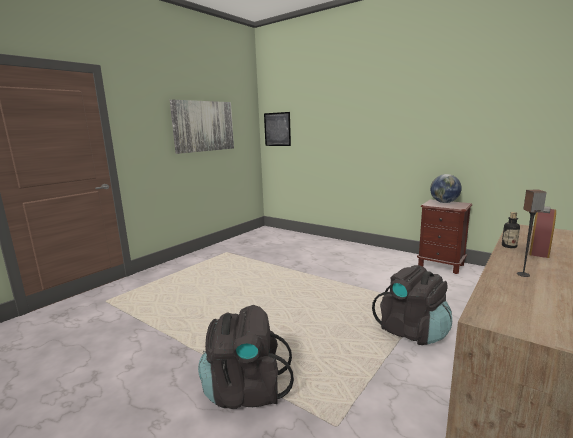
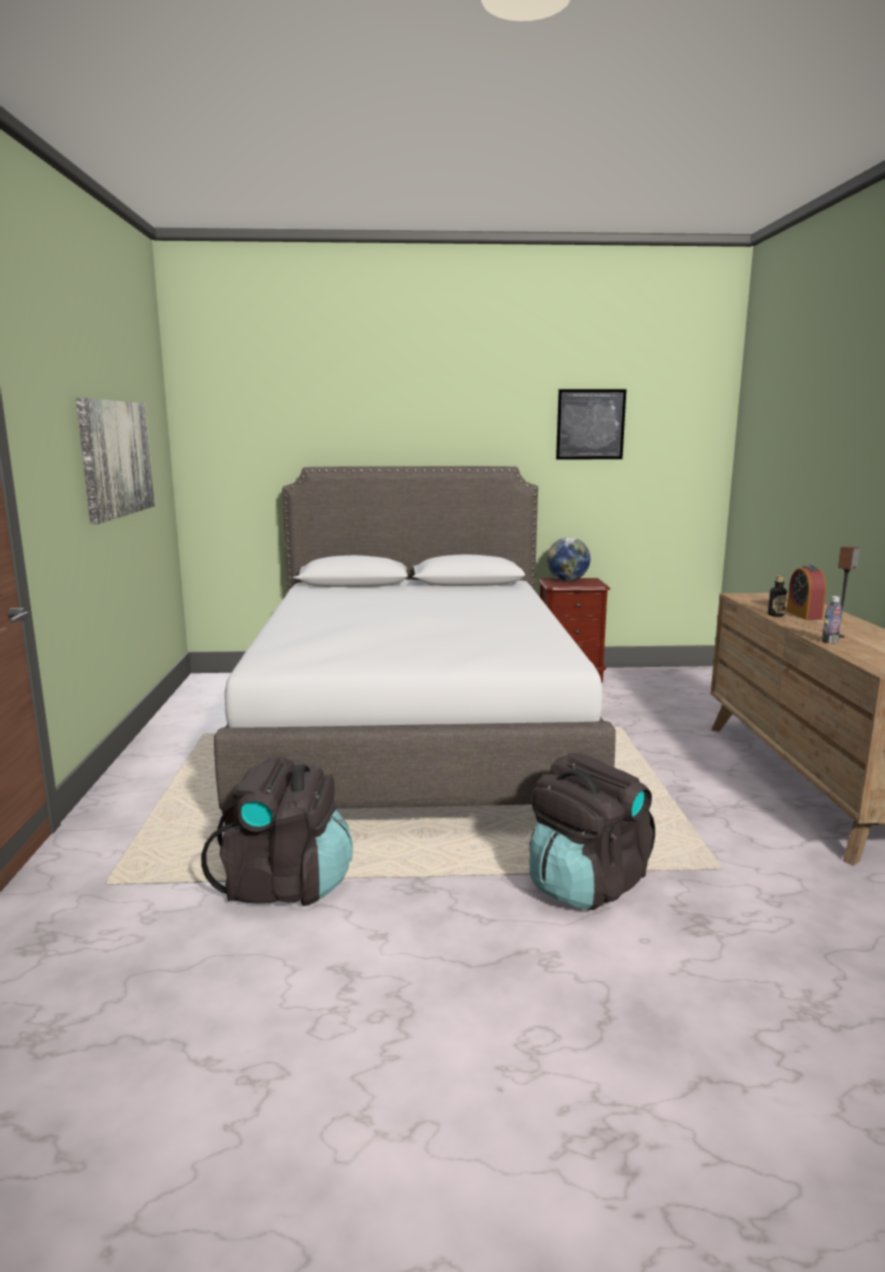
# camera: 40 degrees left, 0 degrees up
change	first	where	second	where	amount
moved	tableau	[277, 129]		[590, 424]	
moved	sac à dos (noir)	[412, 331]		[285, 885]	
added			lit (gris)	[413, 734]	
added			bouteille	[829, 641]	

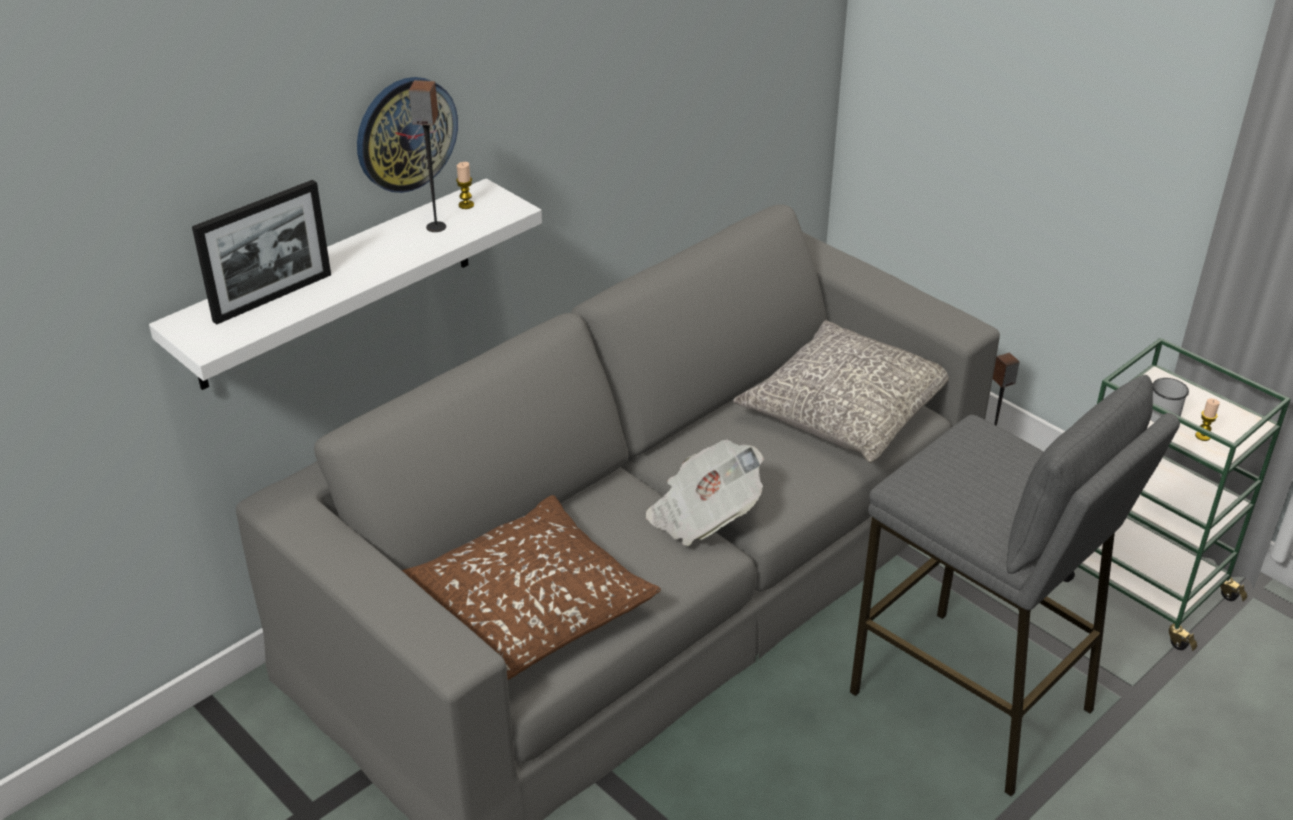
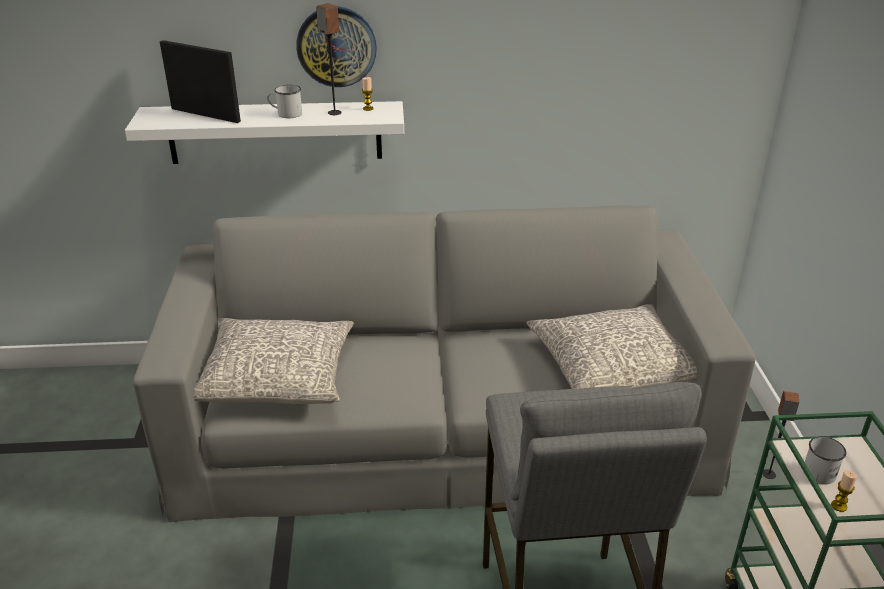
# camera: 40 degrees right, 5 degrees down
change	first	where	second	where	amount
turned	cadre photo	[273, 297]		[205, 115]	150 degrees counterclockwise
recoloured	coussin (marron)	[524, 609]	coussin (gris)	[277, 377]	
removed	journal	[703, 515]			
added			mug (blanc)	[286, 114]	

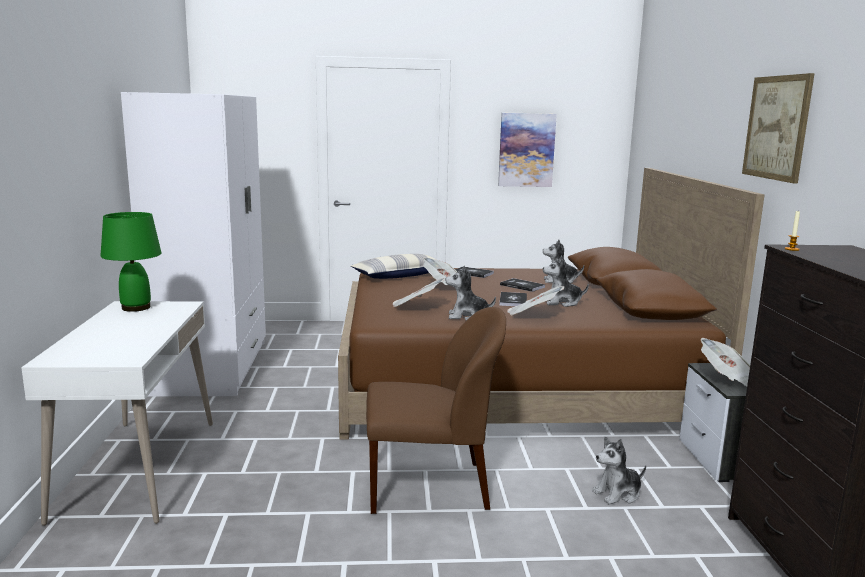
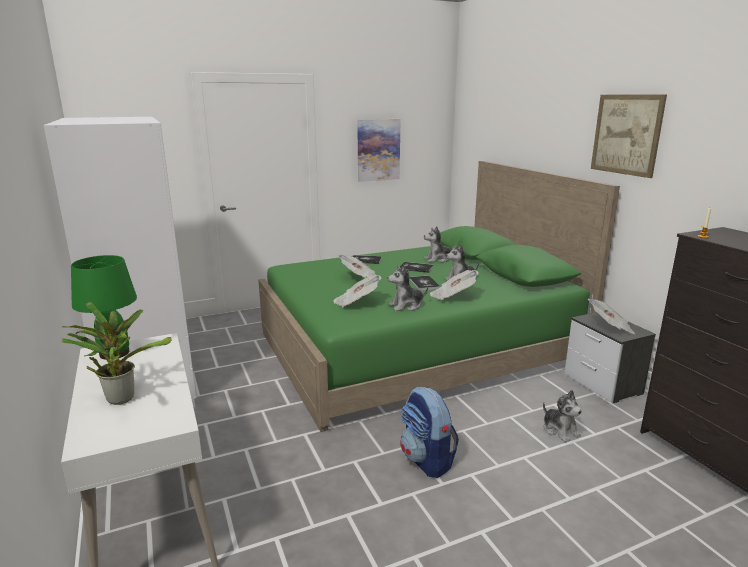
# camera: 20 degrees left, 5 degrees up
change	first	where	second	where	amount
recoloured	lit (marron)	[513, 384]	lit (vert)	[417, 348]	
removed	coussin	[399, 276]			
replaced	chaise (marron)	[430, 487]	sac à dos	[427, 460]	
turned	peluche	[618, 493]		[560, 430]	75 degrees counterclockwise
added			plante en pot	[120, 397]	

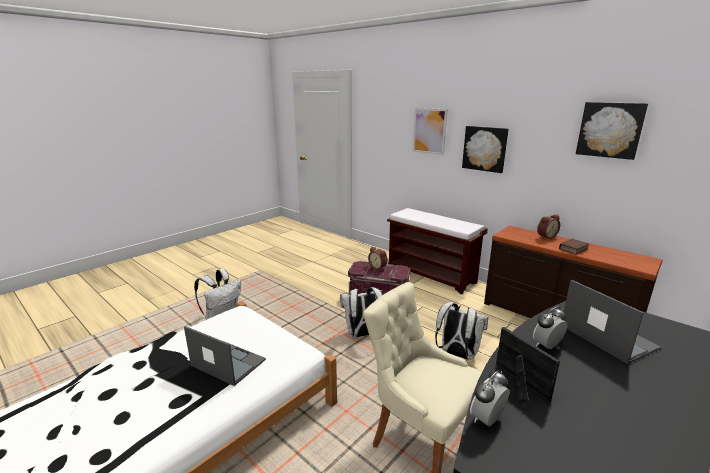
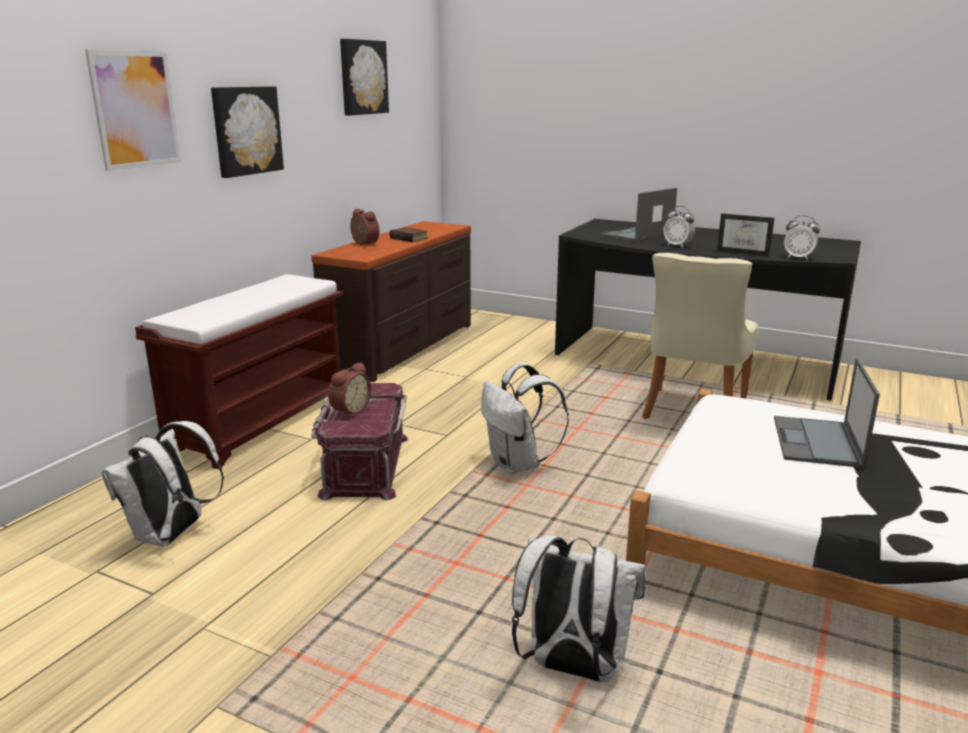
# camera: 105 degrees left, 0 degrees up
change	first	where	second	where	amount
moved	sac à dos (blanc)	[457, 354]		[171, 535]	
turned	cadre photo	[516, 383]		[745, 252]	105 degrees counterclockwise

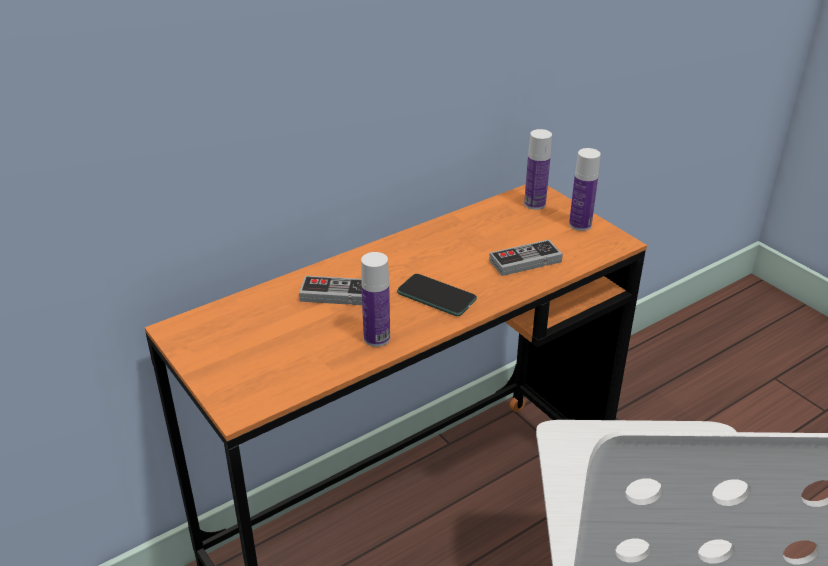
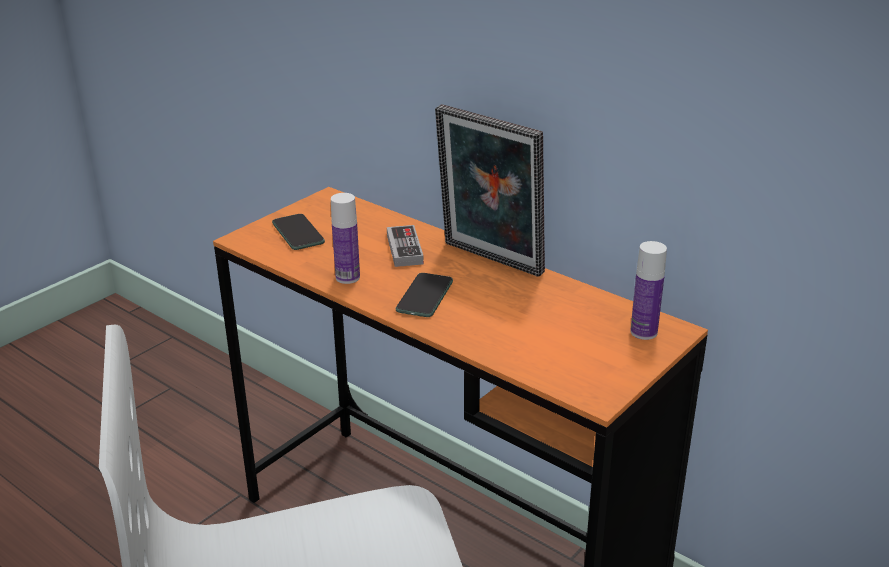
# camera: 75 degrees right, 5 degrees down
change	first	where	second	where	amount
removed	manette	[525, 261]			
removed	bouteille	[580, 225]			
added			téléphone	[298, 233]	
added			cadre photo	[489, 260]	

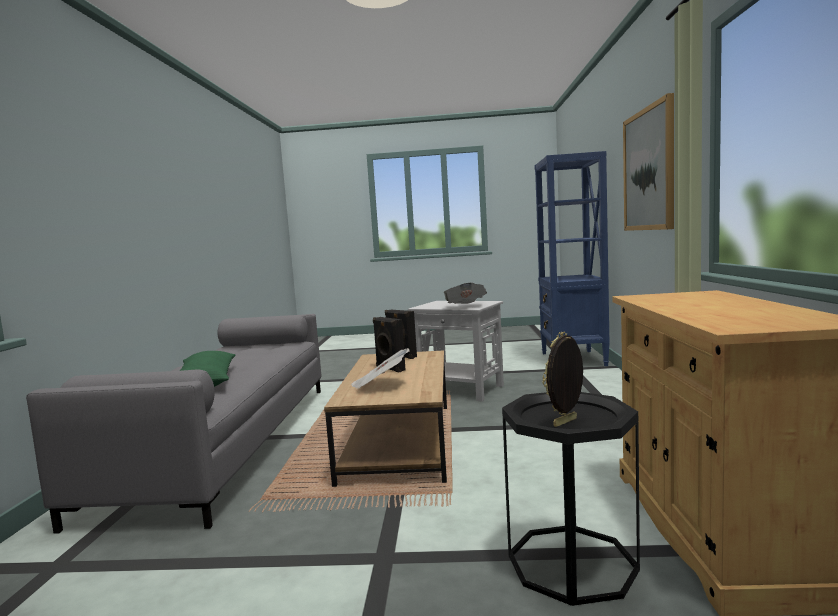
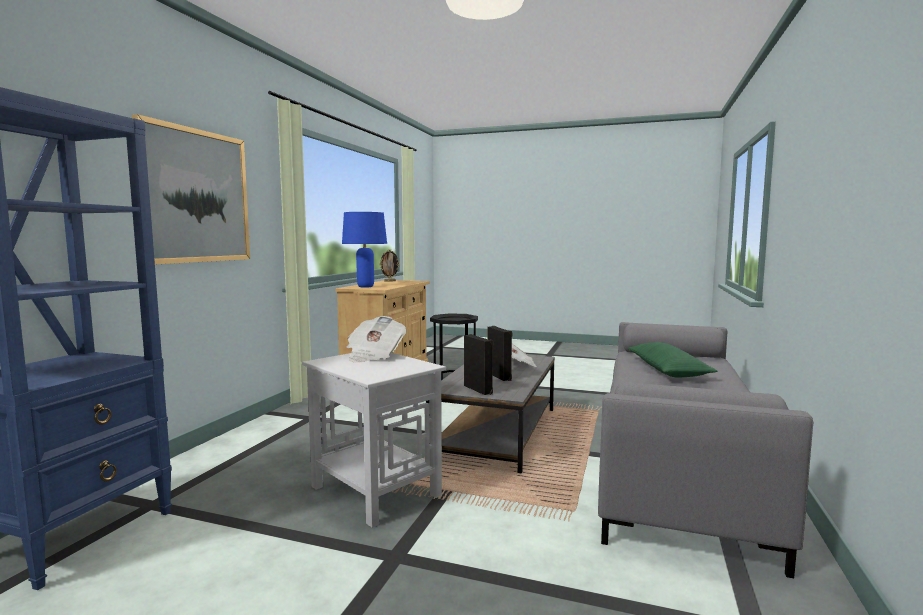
# camera: 165 degrees left, 0 degrees up
change	first	where	second	where	amount
recoloured	table basse (marron)	[398, 441]	table basse (gris)	[498, 432]	
moved	cadre photo	[566, 423]		[389, 281]	
added			lampe de table (bleu)	[365, 286]	

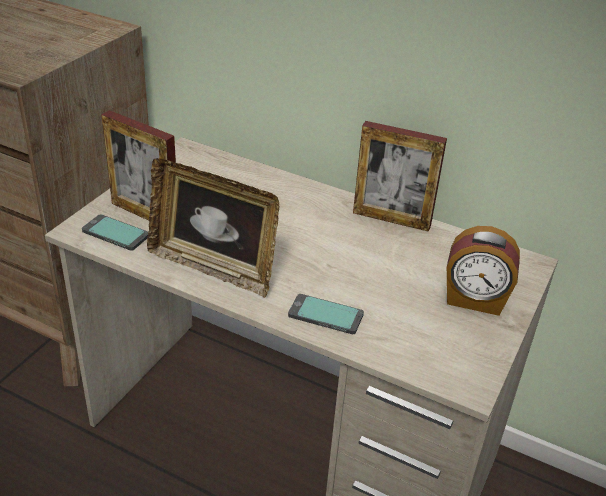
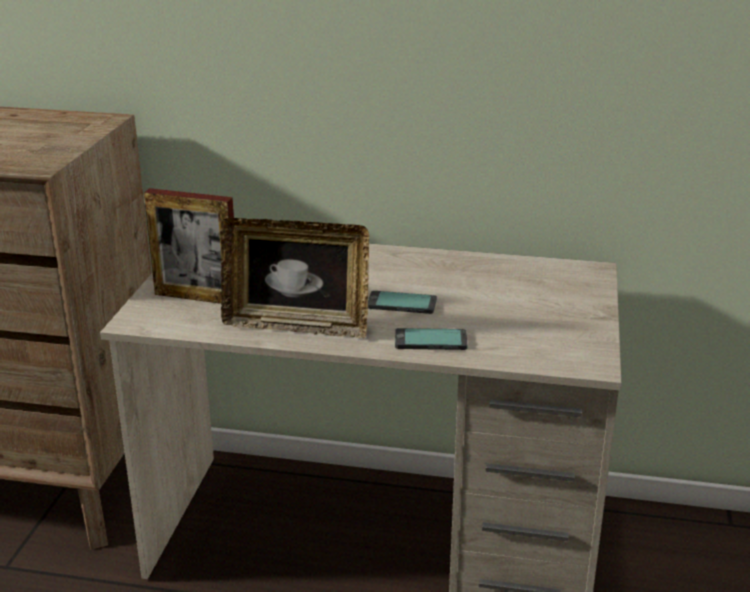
# camera: 15 degrees left, 10 degrees down
change	first	where	second	where	amount
moved	téléphone	[115, 234]		[401, 304]	
removed	cadre photo	[391, 219]			
removed	réveil	[474, 300]			

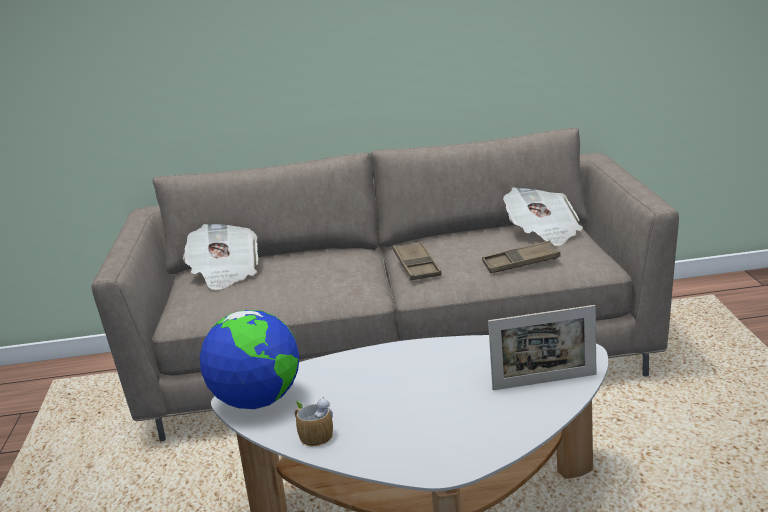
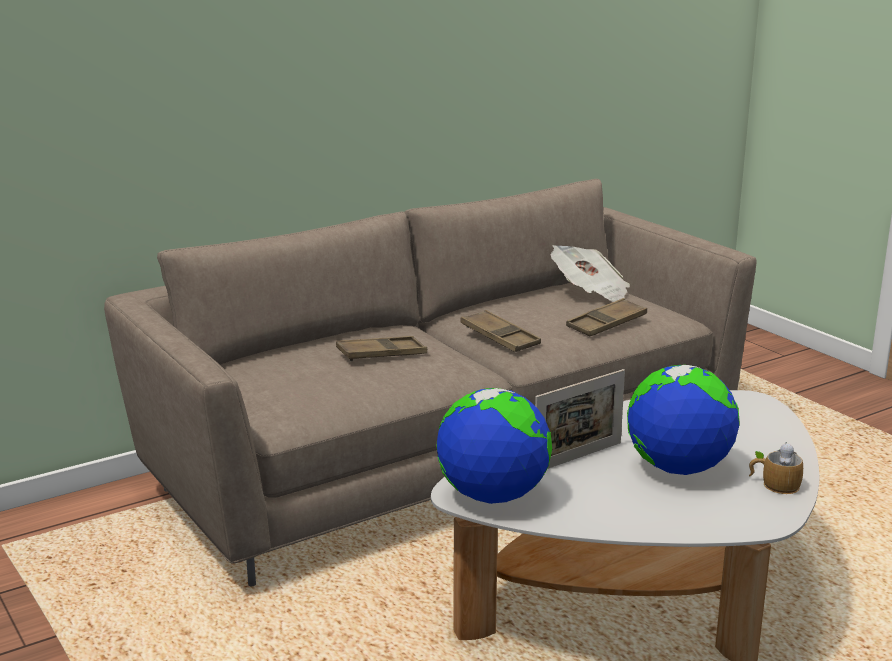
# camera: 30 degrees left, 0 degrees up
change	first	where	second	where	amount
removed	journal	[224, 274]			
moved	mug	[313, 434]		[774, 484]	
moved	cadre photo	[544, 382]		[578, 457]	
added			plateau (marron)	[381, 354]	
added			globe	[678, 468]	

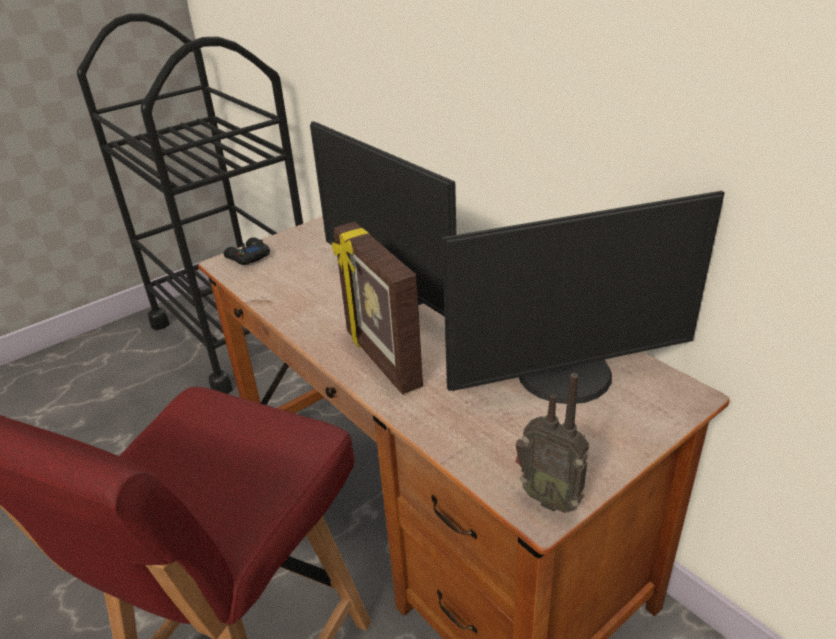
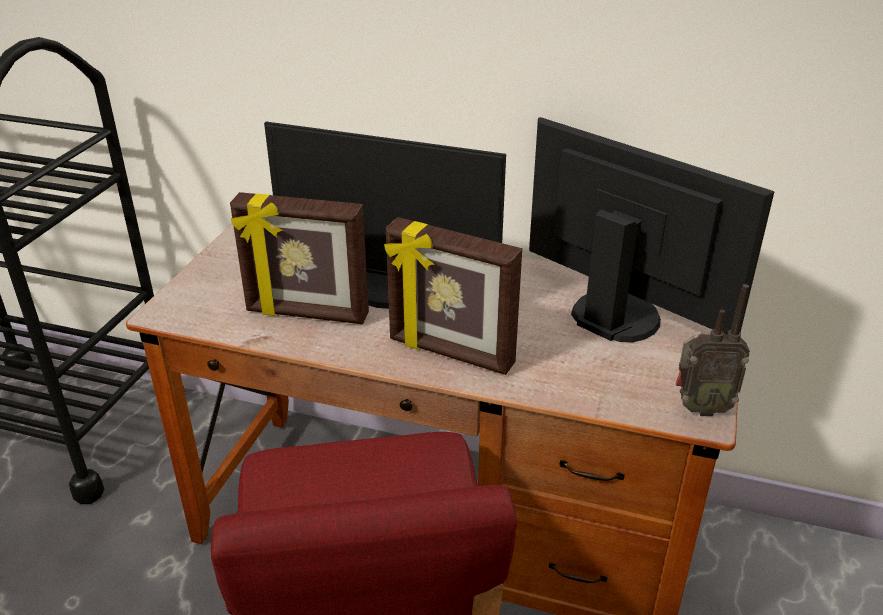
# camera: 35 degrees left, 0 degrees up
change	first	where	second	where	amount
removed	manette (noir)	[247, 257]			
turned	écran d'ordinateur	[567, 377]		[618, 314]	90 degrees counterclockwise
added			cadre photo	[307, 314]	

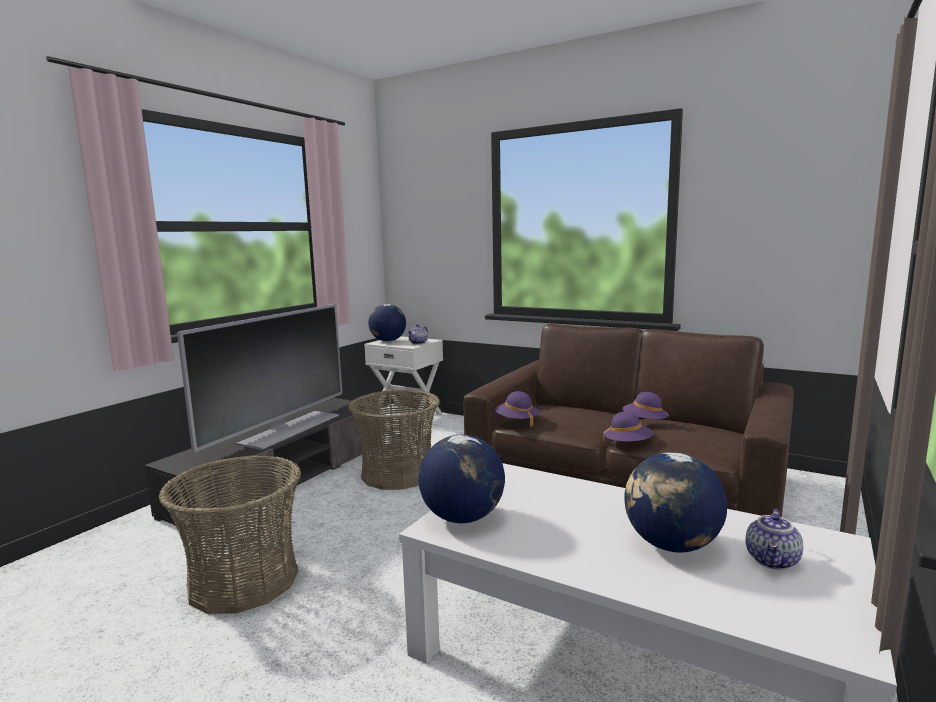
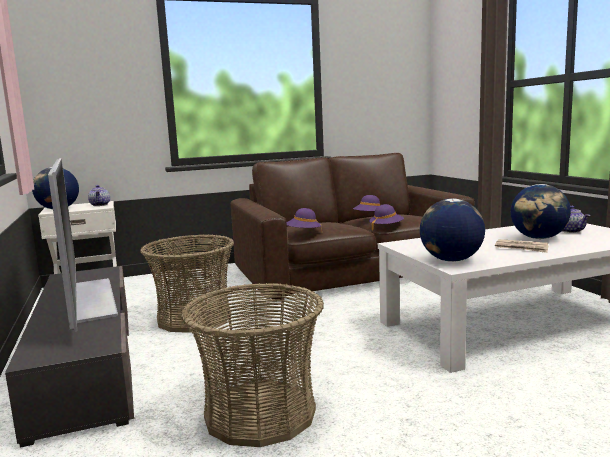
# camera: 50 degrees left, 0 degrees up
change	first	where	second	where	amount
added			journal	[521, 248]	

